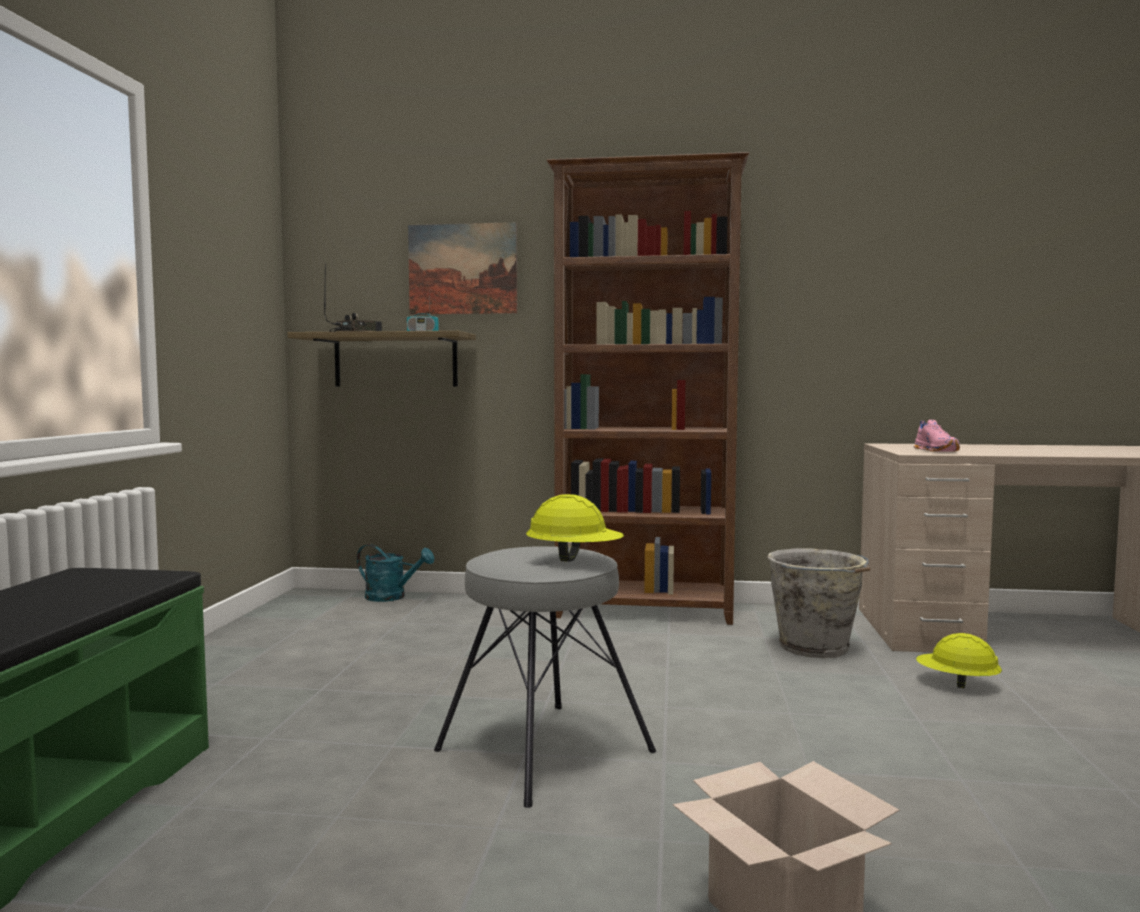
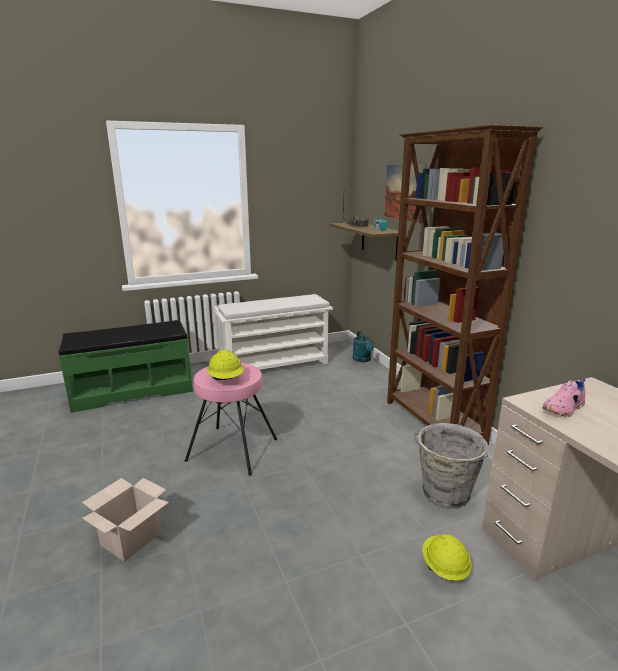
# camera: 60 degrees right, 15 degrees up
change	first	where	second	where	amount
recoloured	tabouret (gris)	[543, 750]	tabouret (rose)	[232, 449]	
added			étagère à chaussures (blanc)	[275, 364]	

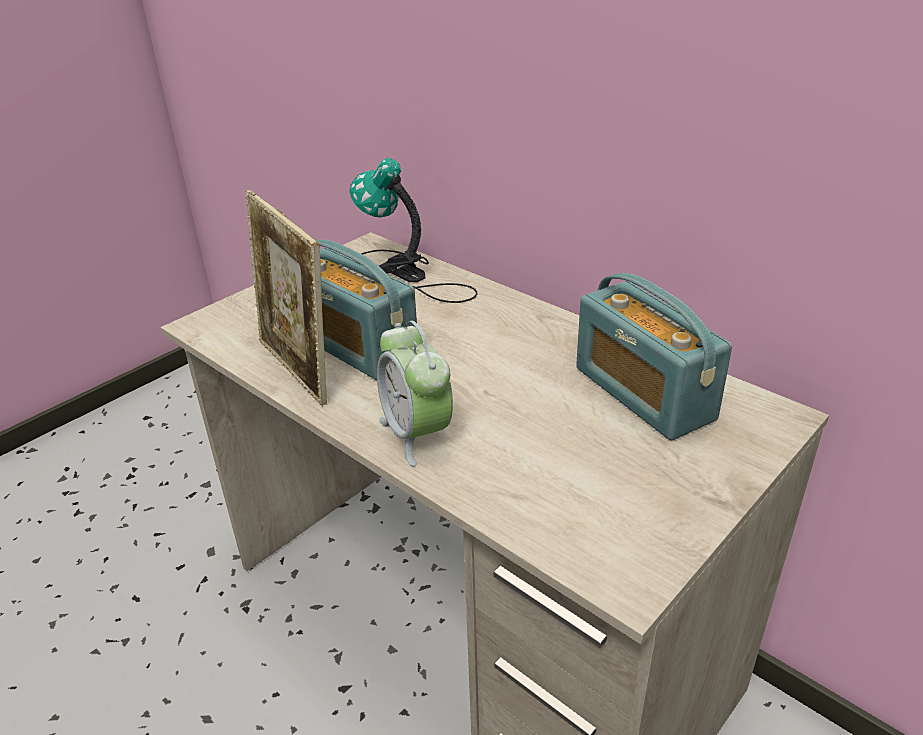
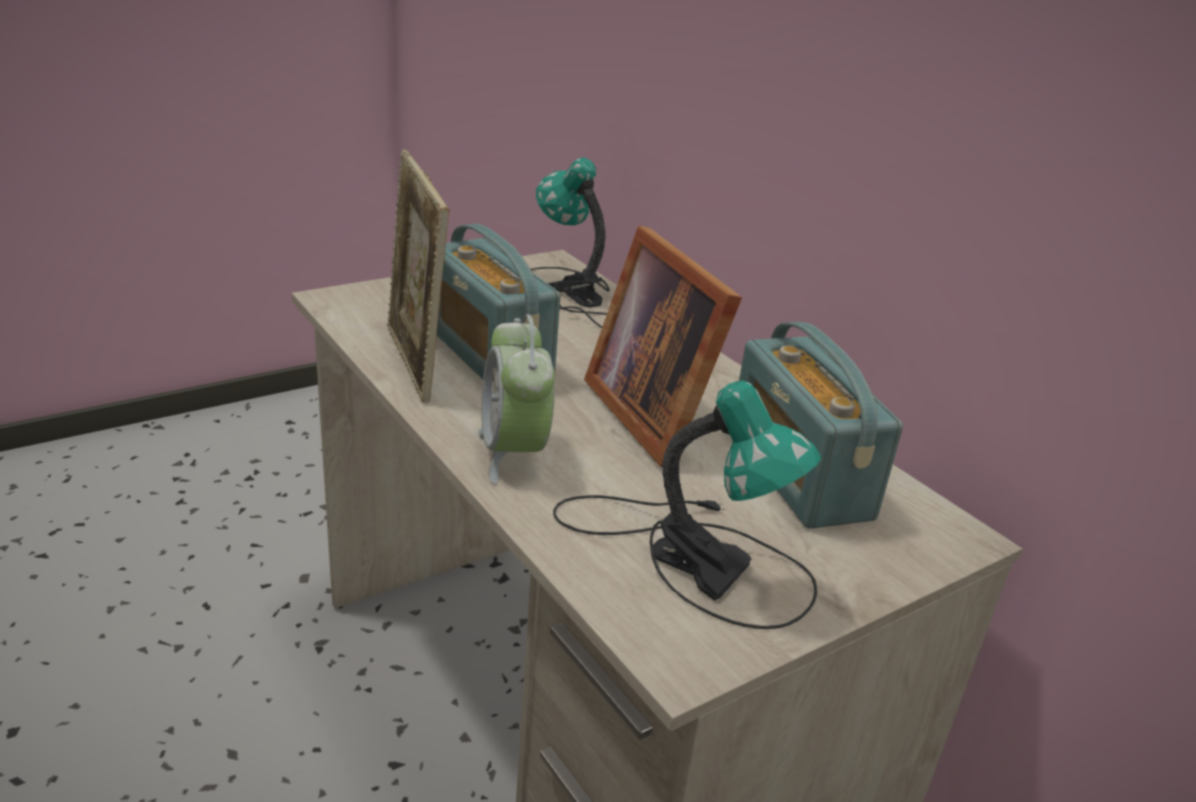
# camera: 10 degrees right, 5 degrees down
change	first	where	second	where	amount
added			lampe de table	[692, 554]	
added			cadre photo	[655, 413]	

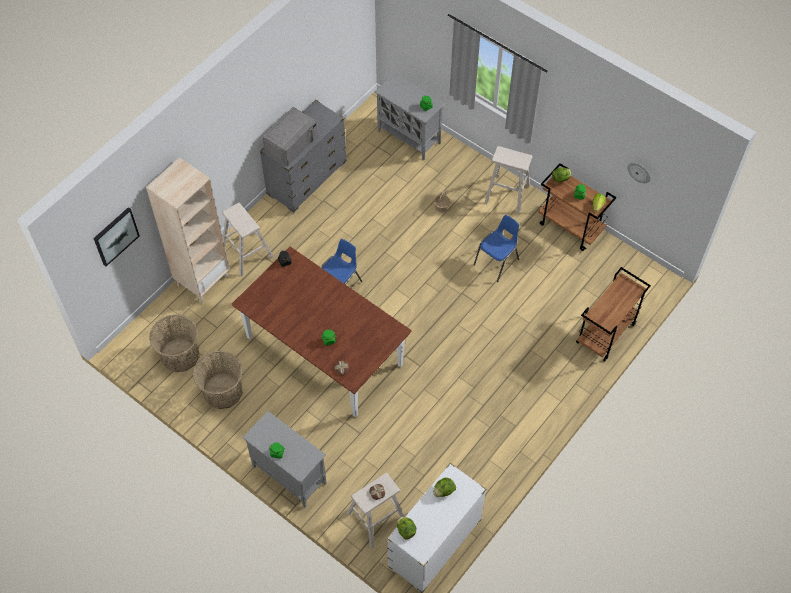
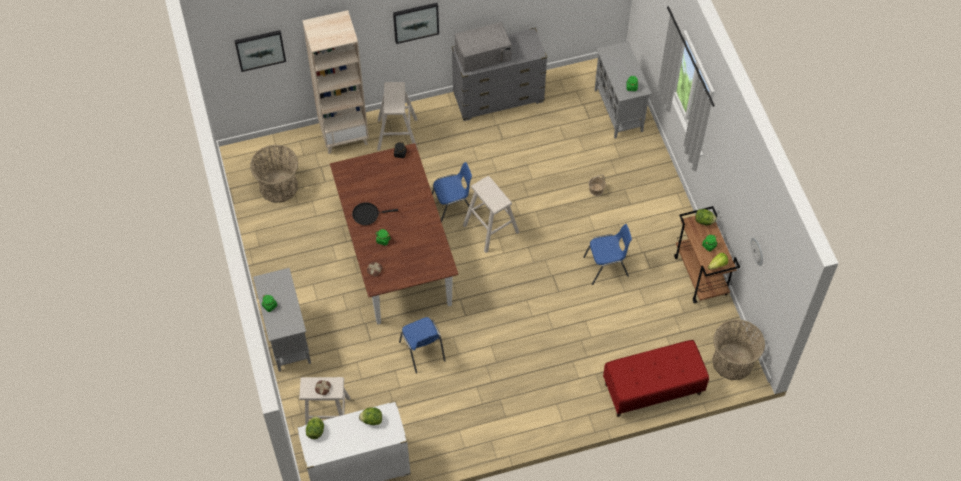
# camera: 35 degrees right, 0 degrees up
change	first	where	second	where	amount
moved	panier	[222, 391]		[732, 361]	
moved	tabouret (beige)	[507, 194]		[491, 229]	
replaced	chariot (marron)	[605, 334]	banc (rouge)	[652, 389]	
added			poêle (noir)	[368, 214]	
added			tableau	[415, 22]	
added			chaise (bleu)	[422, 352]	

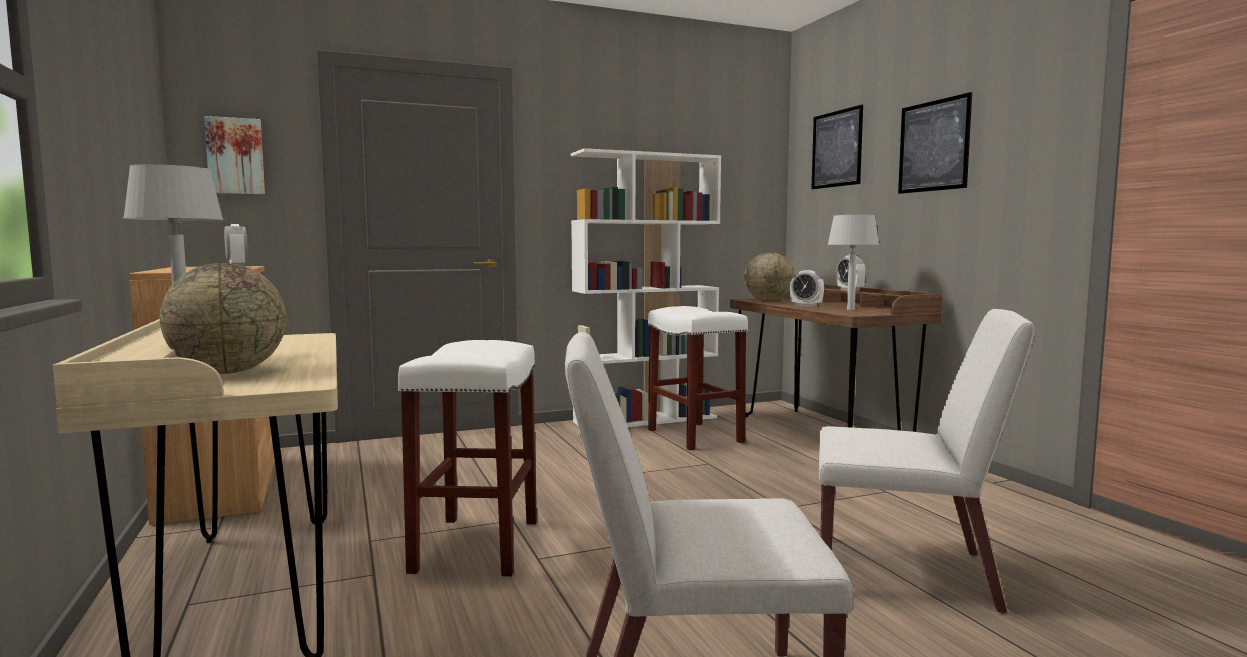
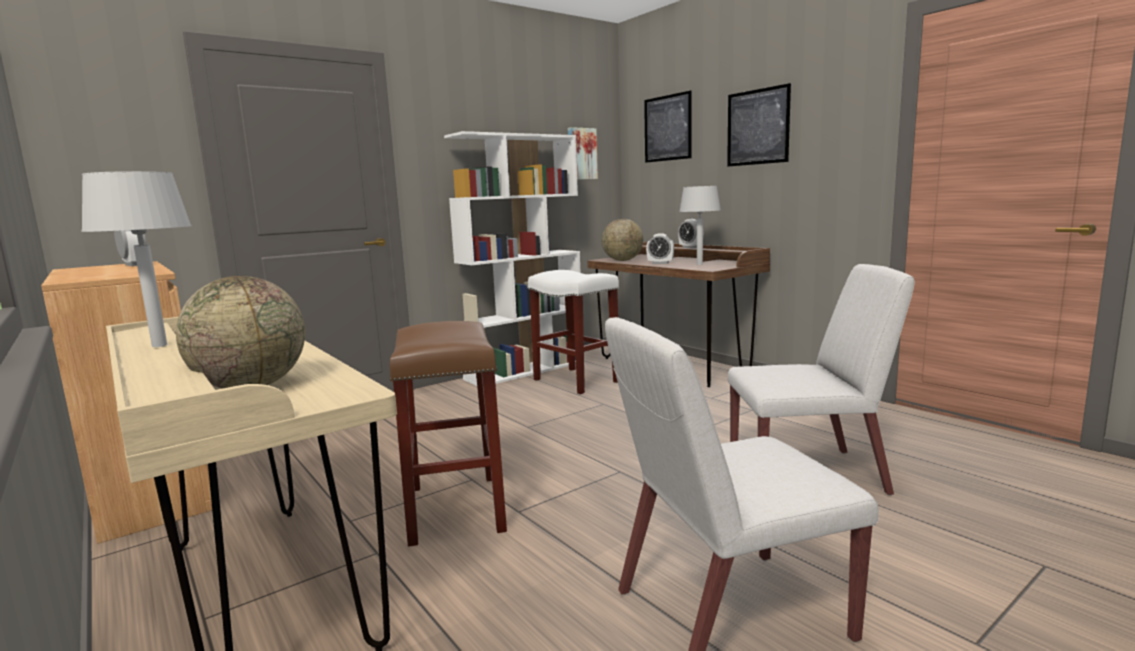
# camera: 15 degrees left, 5 degrees up
change	first	where	second	where	amount
moved	tableau	[235, 156]		[581, 154]	
recoloured	tabouret (blanc)	[477, 546]	tabouret (marron)	[456, 509]	

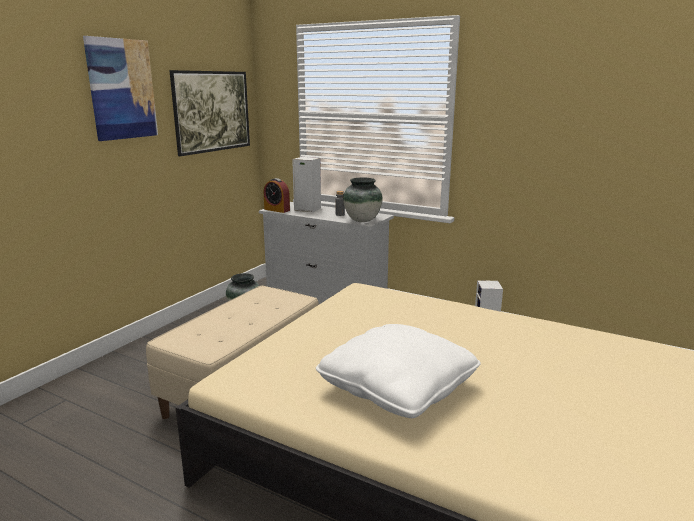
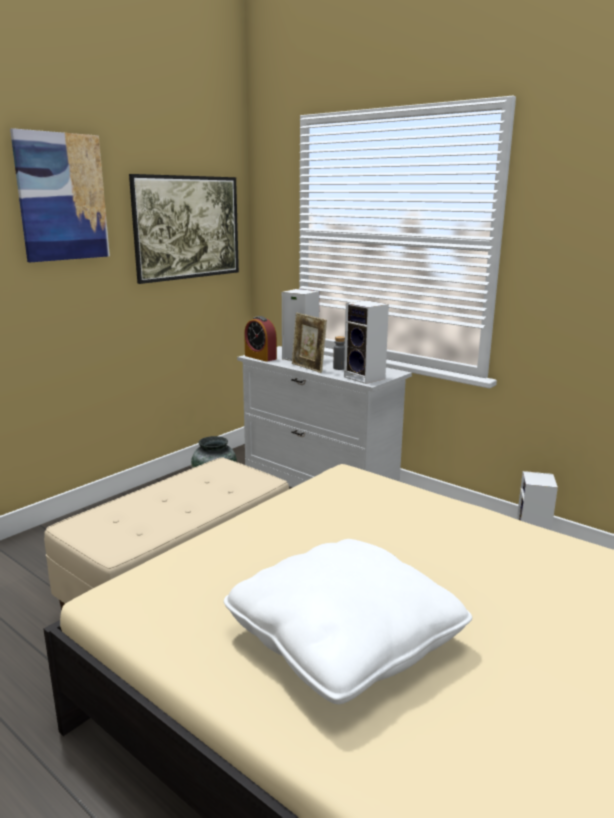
# camera: 10 degrees right, 0 degrees up
change	first	where	second	where	amount
replaced	vase	[362, 220]	enceinte	[366, 378]	
added			cadre photo	[308, 368]	

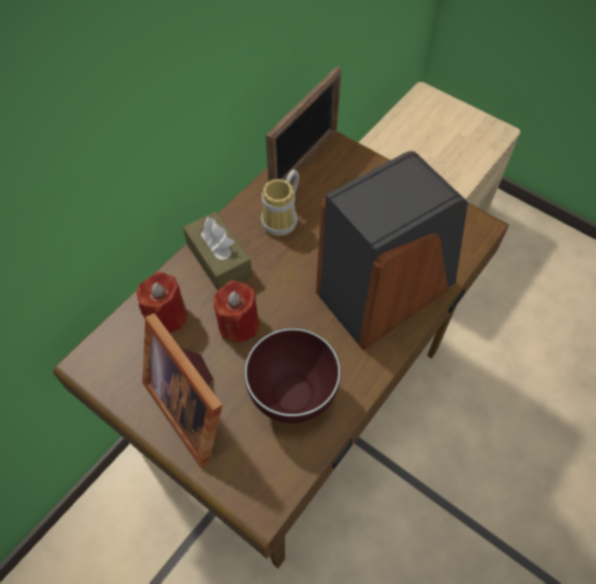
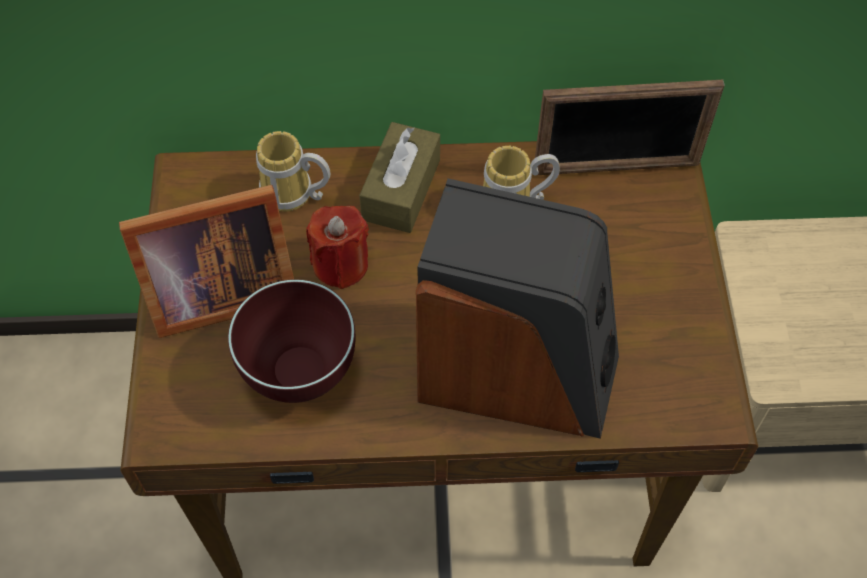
# camera: 50 degrees right, 0 degrees up
change	first	where	second	where	amount
replaced	bougie (rouge)	[167, 316]	mug	[293, 196]	
turned	cadre photo	[192, 404]		[216, 293]	120 degrees counterclockwise

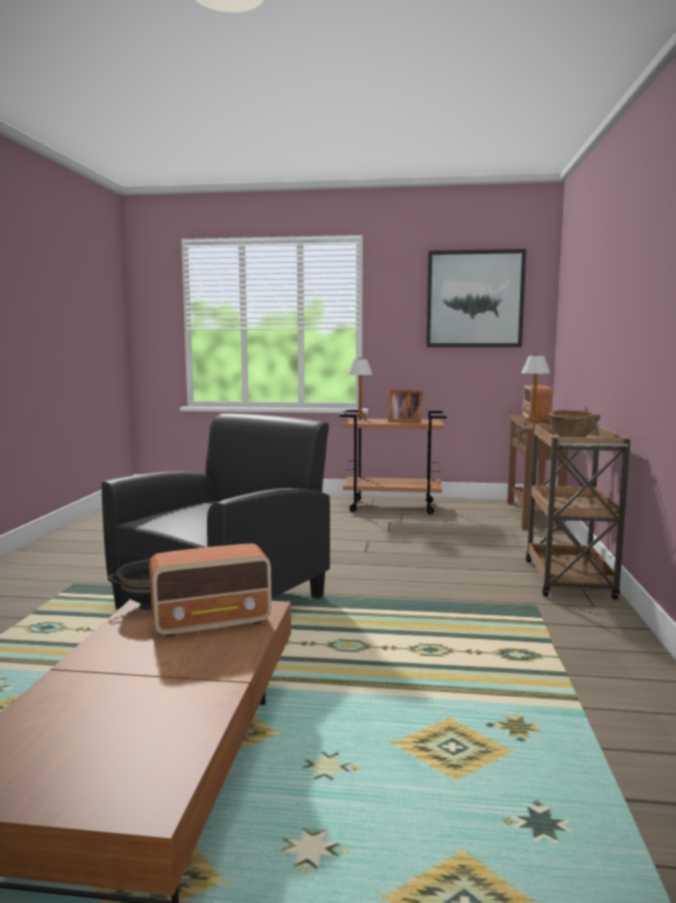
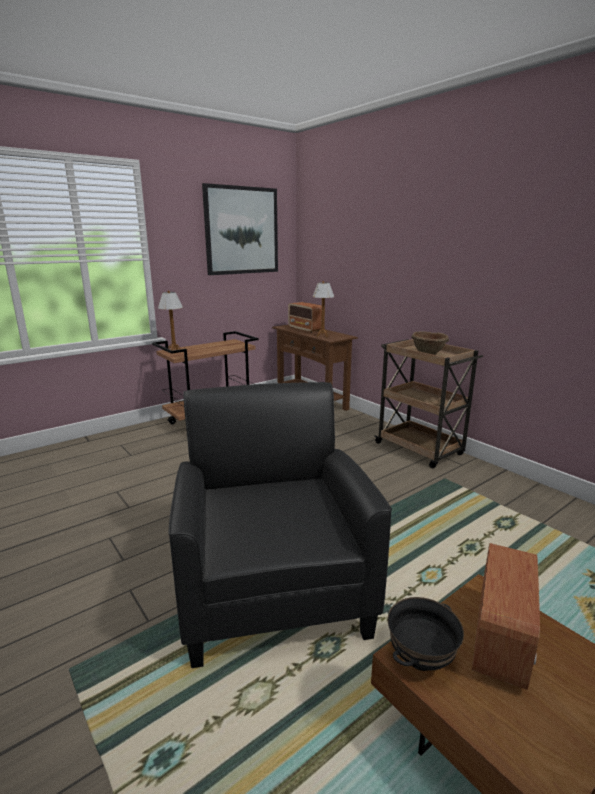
# camera: 45 degrees left, 10 degrees up
change	first	where	second	where	amount
removed	cadre photo	[404, 422]			

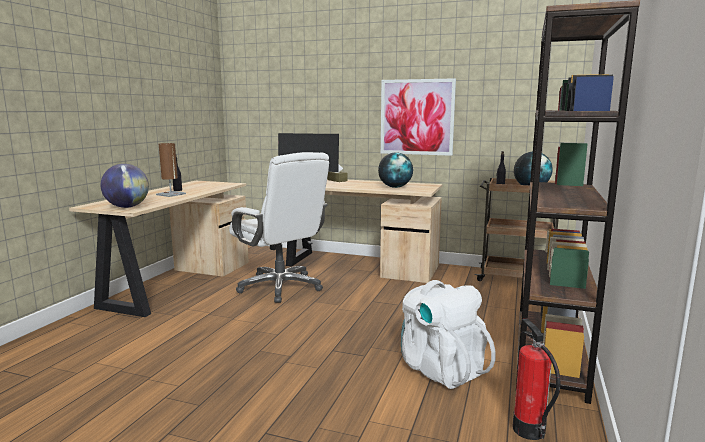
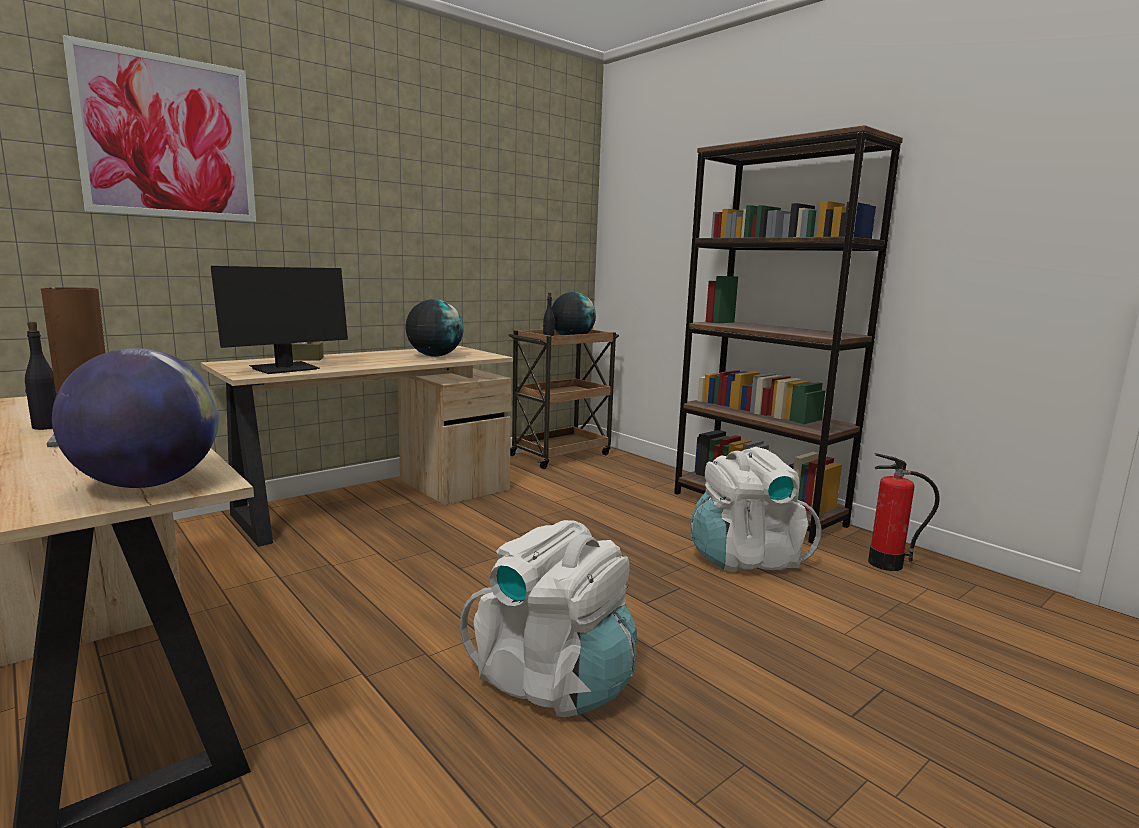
# camera: 60 degrees left, 0 degrees up
change	first	where	second	where	amount
removed	chaise de bureau (blanc)	[281, 287]			
moved	tableau	[417, 117]		[168, 138]	
added			sac à dos (blanc)	[553, 681]	

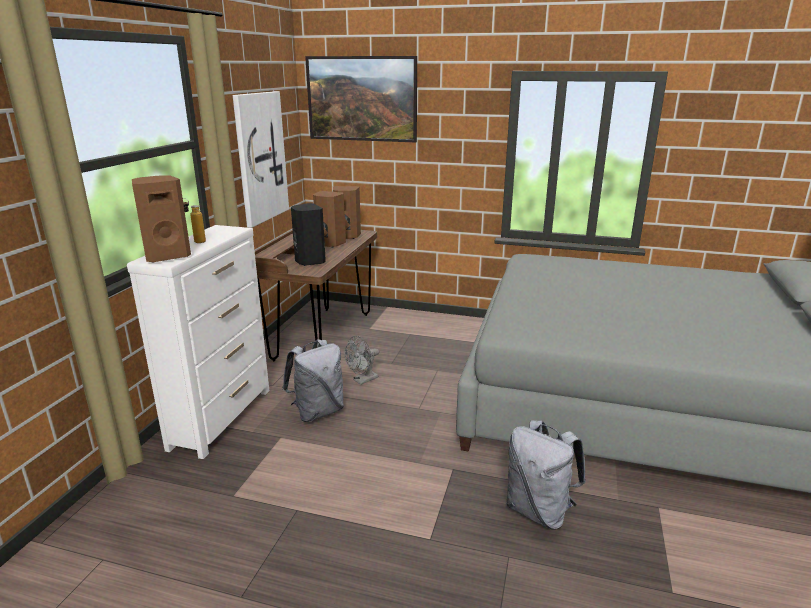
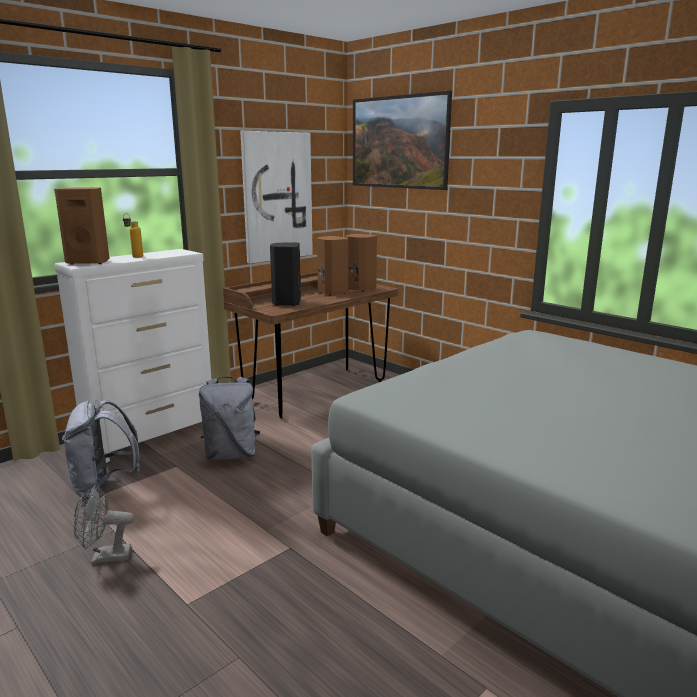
# camera: 30 degrees right, 5 degrees down
change	first	where	second	where	amount
moved	ventilateur (gris)	[362, 380]		[104, 557]	
moved	sac à dos (gris)	[539, 511]		[105, 487]	

